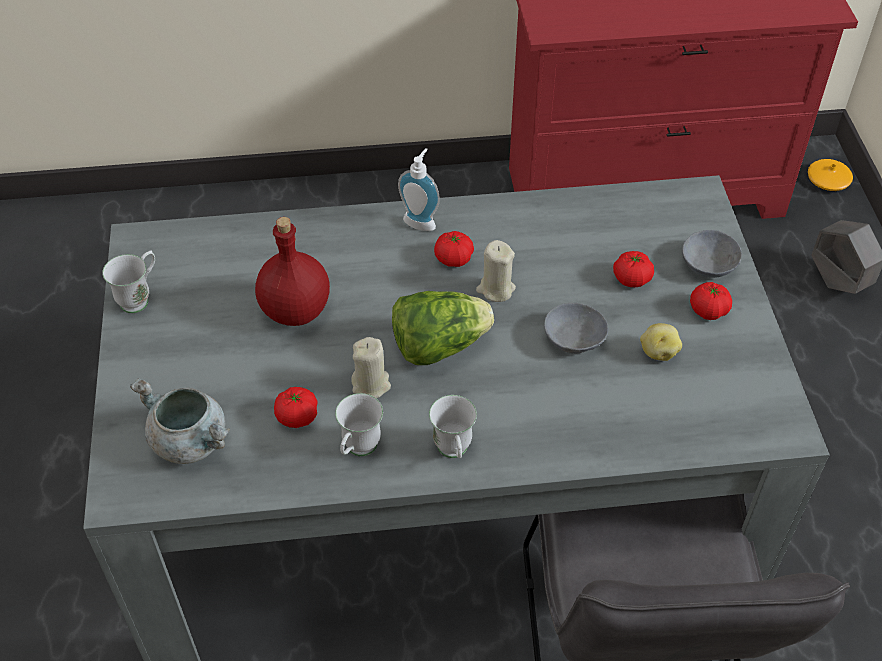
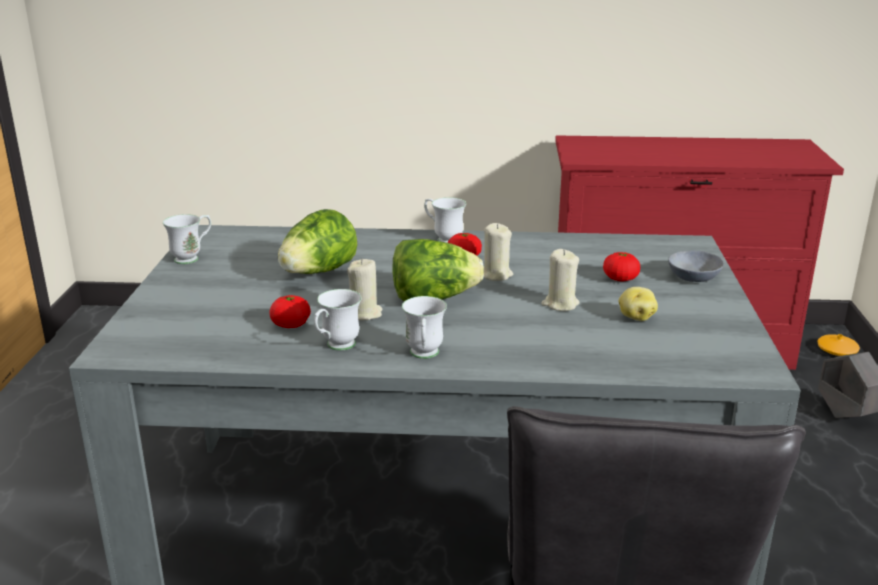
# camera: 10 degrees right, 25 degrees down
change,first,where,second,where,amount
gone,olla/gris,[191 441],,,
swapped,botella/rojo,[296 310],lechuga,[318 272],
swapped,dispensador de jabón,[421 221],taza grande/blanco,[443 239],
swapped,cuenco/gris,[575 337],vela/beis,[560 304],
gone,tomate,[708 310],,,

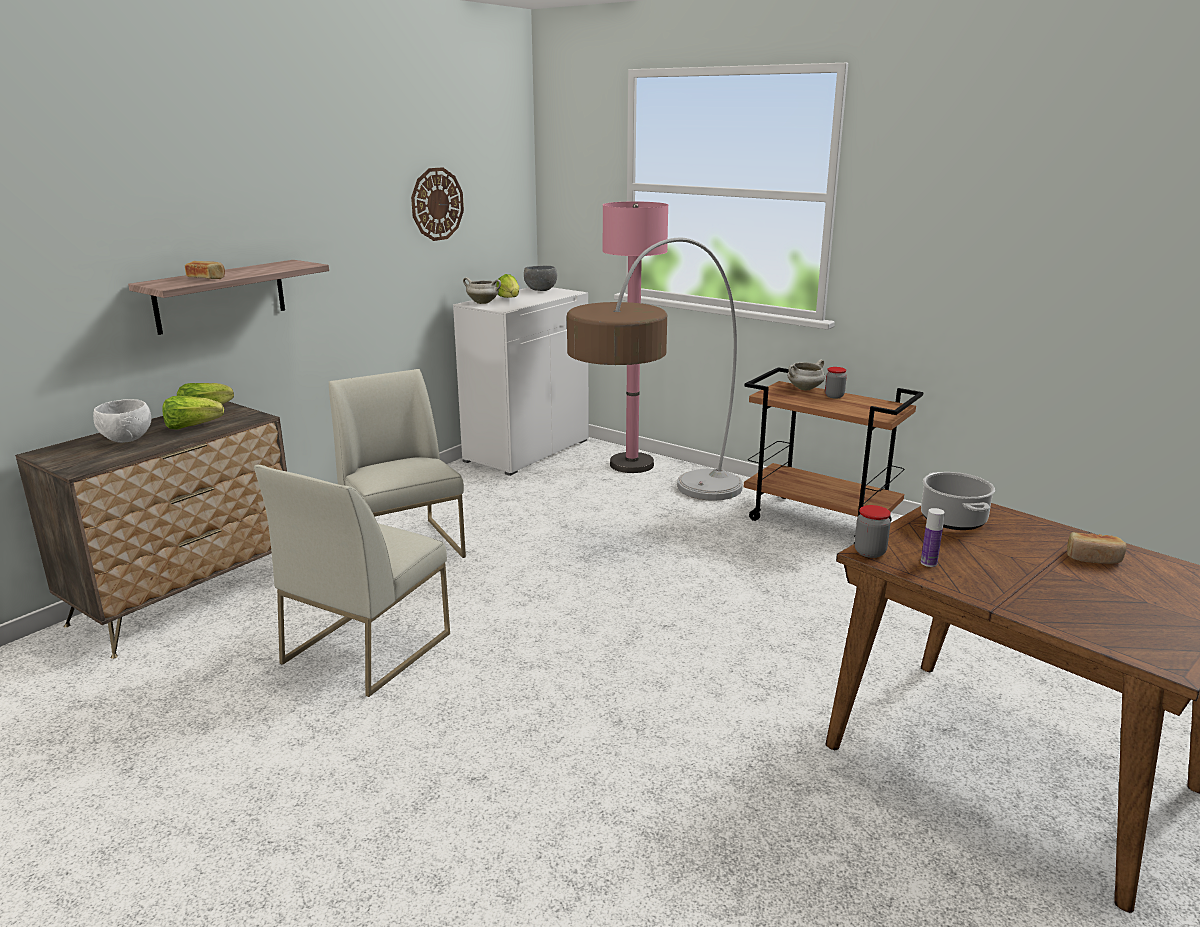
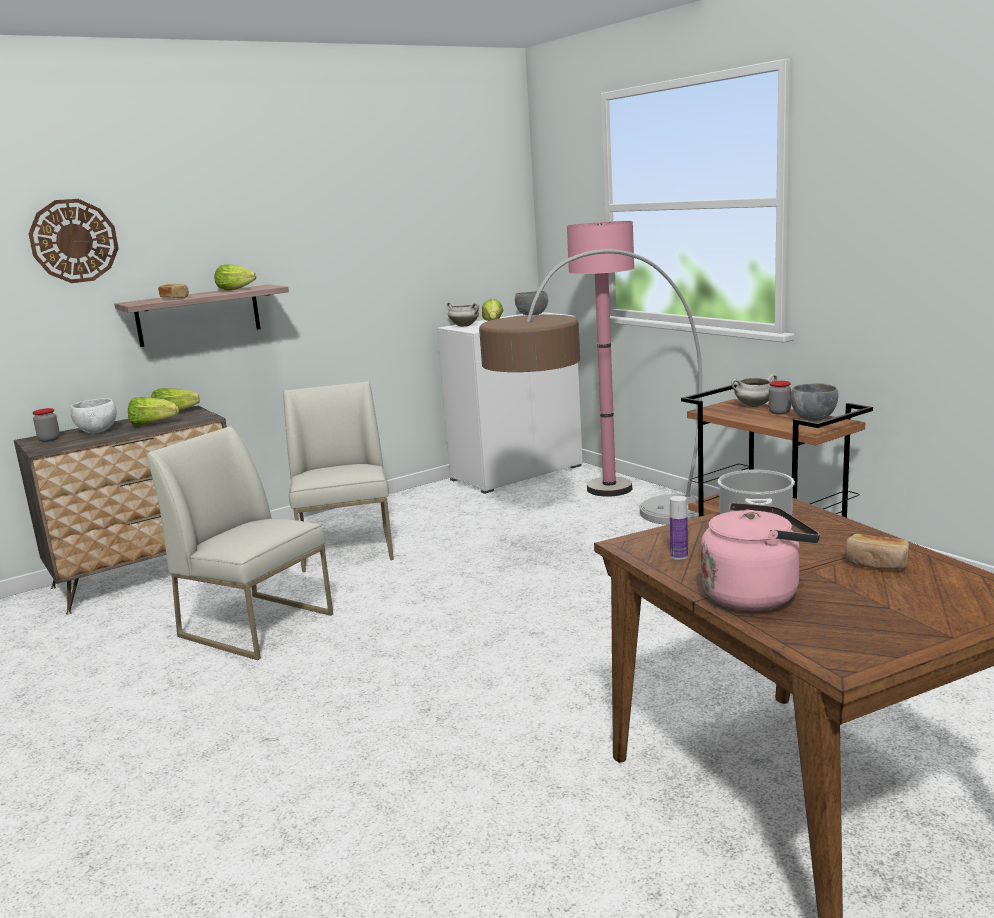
# camera: 20 degrees right, 5 degrees down
change,first,where,second,where,amount
rotated,silla/blanco,[367 647],,[258 625],75 degrees clockwise
shifted,reloj de pared,[437 204],,[74 241],
shifted,tarro,[869 552],,[49 439],
new,,,lechuga,[237 289],
new,,,hervidor/rosa,[755 595],
new,,,cuenco/gris,[813 419],

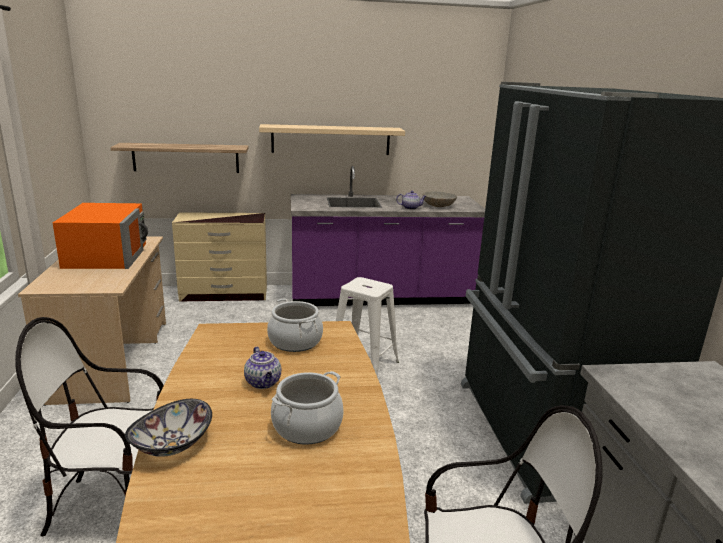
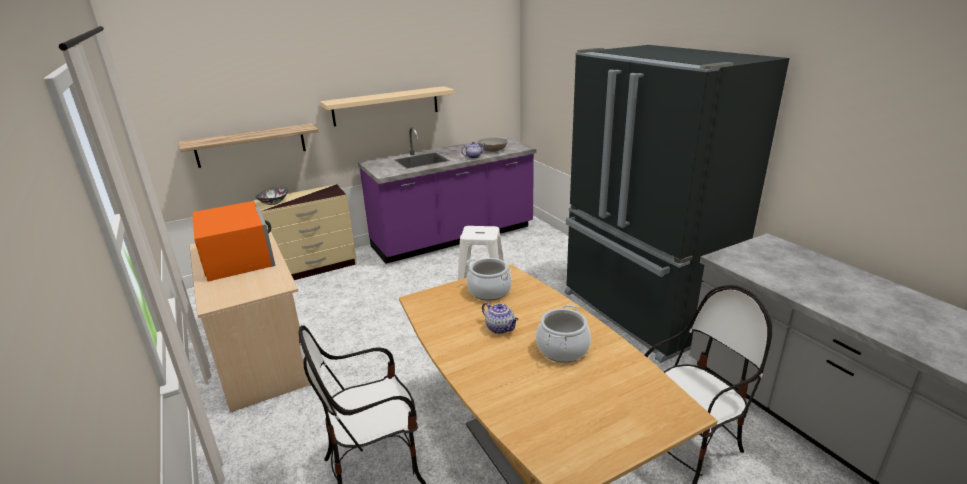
# camera: 20 degrees left, 5 degrees up
change,first,where,second,where,amount
shifted,cuenco,[172 445],,[274 202],

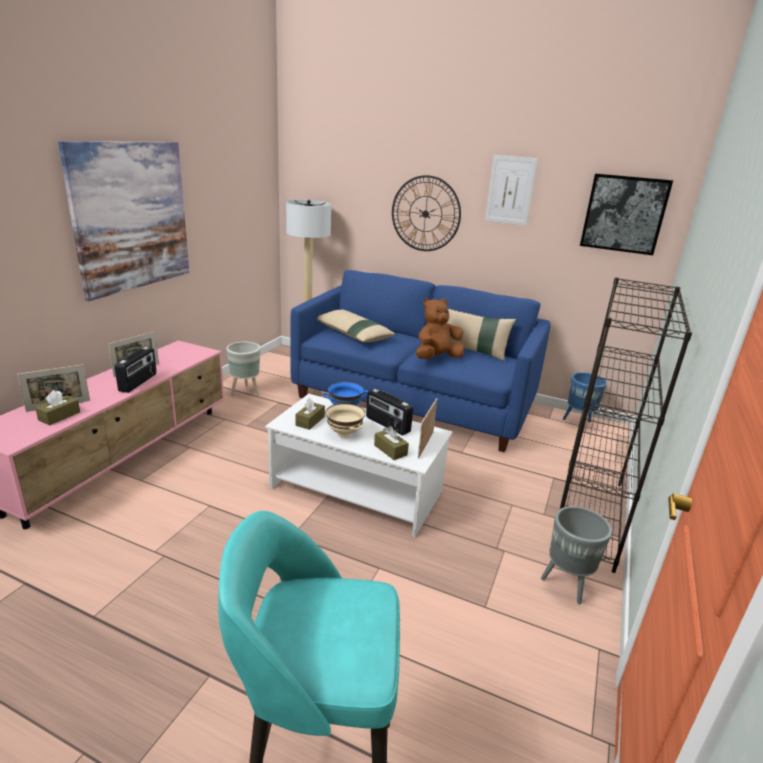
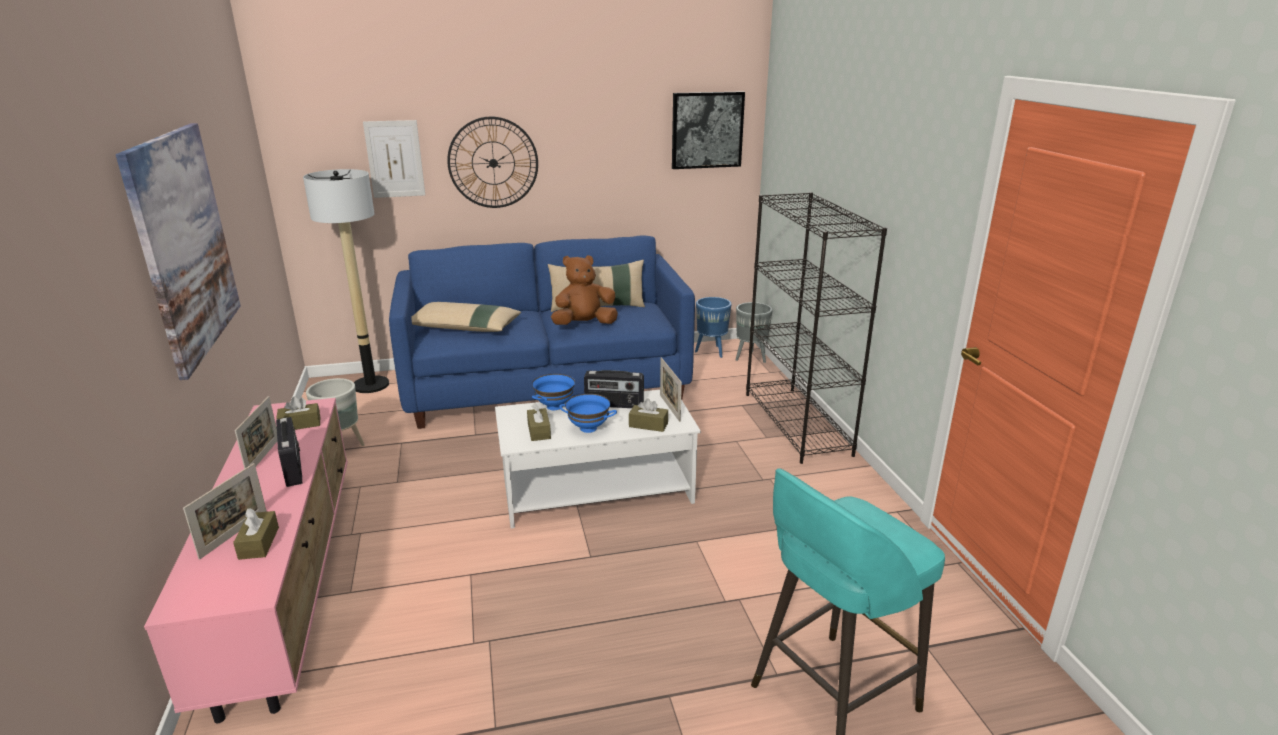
# camera: 35 degrees left, 0 degrees up
change,first,where,second,where,amount
repainted,cuenco/beis,[344 434],cuenco/azul,[588 428],
rotated,peluche/marrón,[436 358],,[584 324],45 degrees clockwise
shifted,cuadro,[510 190],,[395 159],
shifted,maceta/gris,[567 585],,[751 358],
new,,,caja de pañuelos/marrón,[300 424],

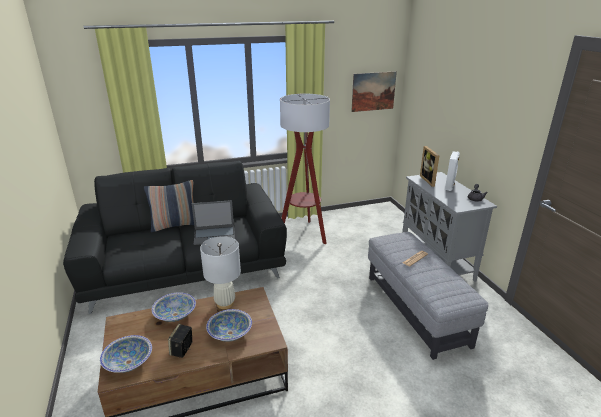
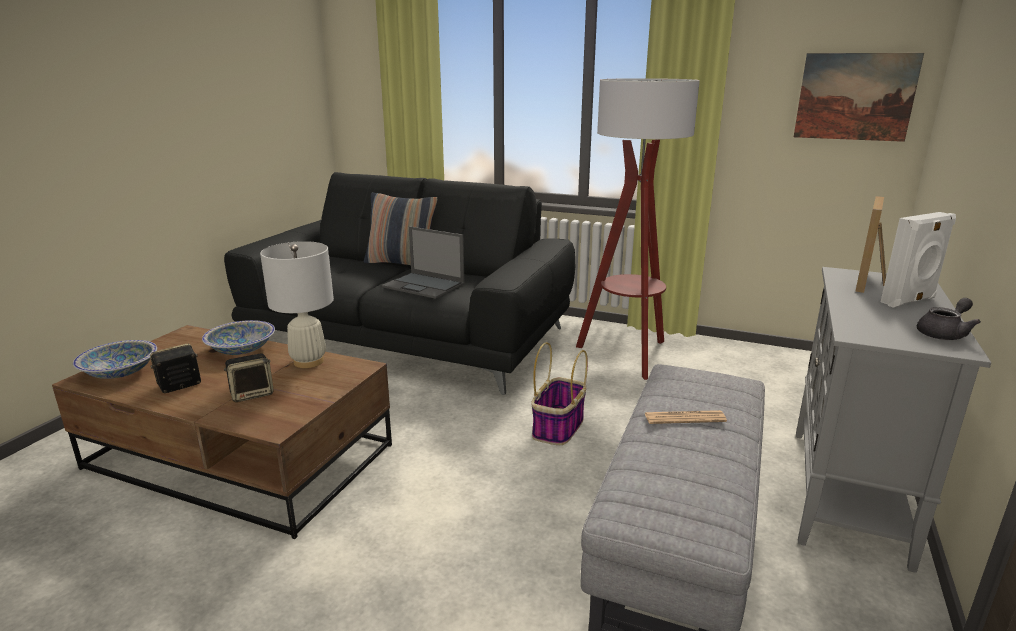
# camera: 40 degrees right, 5 degrees down
change,first,where,second,where,amount
swapped,cuenco,[230 333],altavoz,[252 394],
new,,,cesta,[558 428],

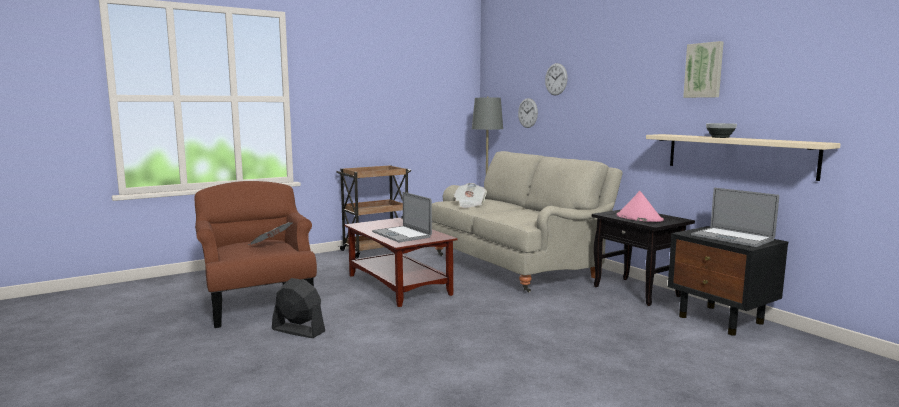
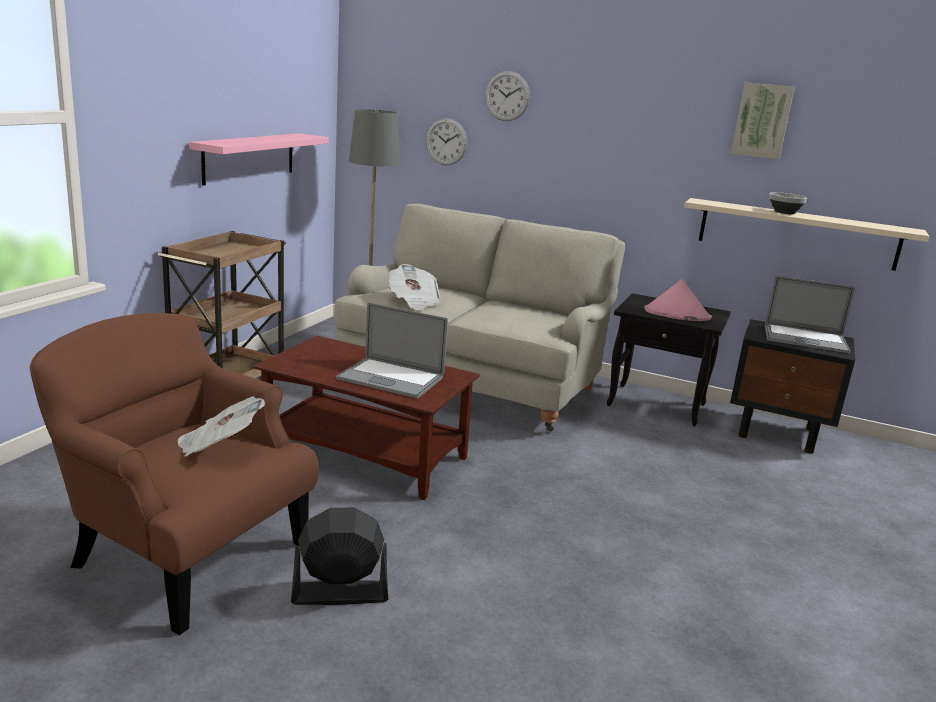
# camera: 35 degrees left, 10 degrees up
change,first,where,second,where,amount
new,,,estante/rosa,[249 157],

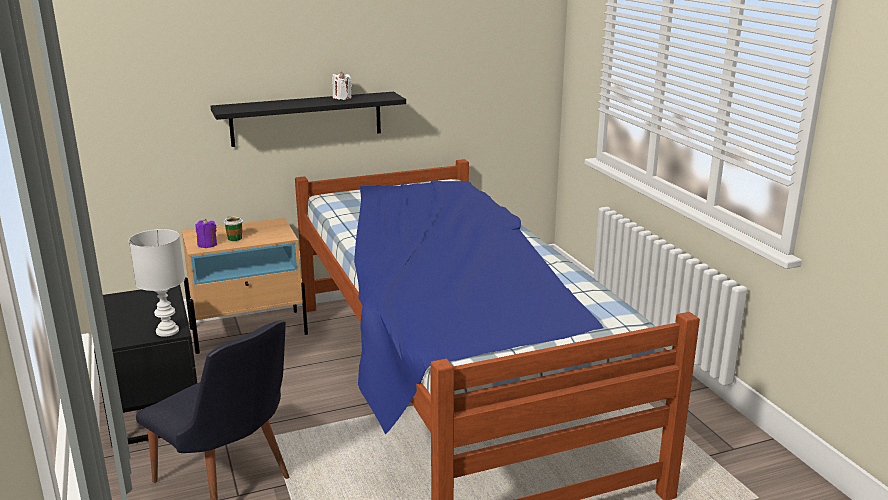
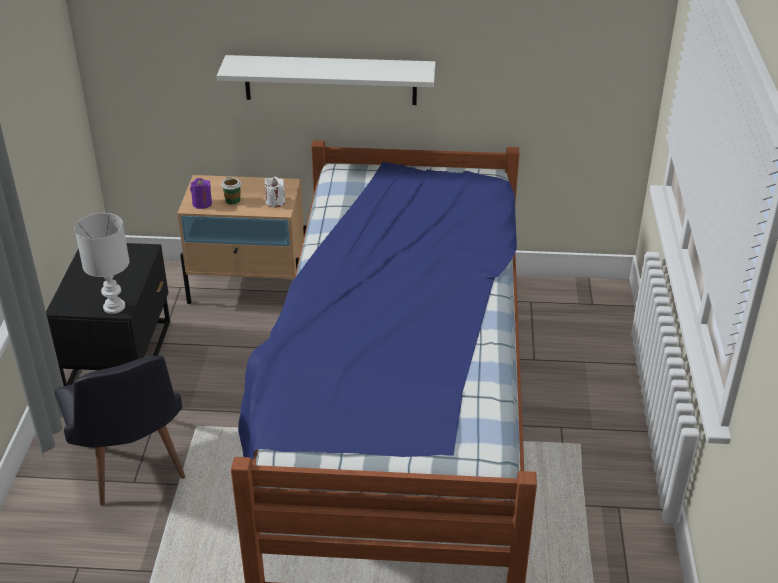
# camera: 25 degrees right, 15 degrees up
change,first,where,second,where,amount
repainted,estante/negro,[306 119],estante/blanco,[330 80],
shifted,vela/blanco,[342 98],,[275 202],

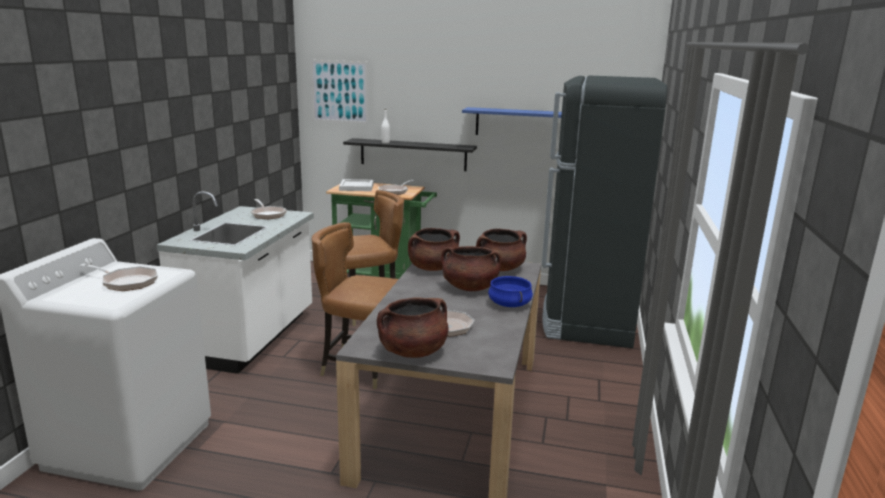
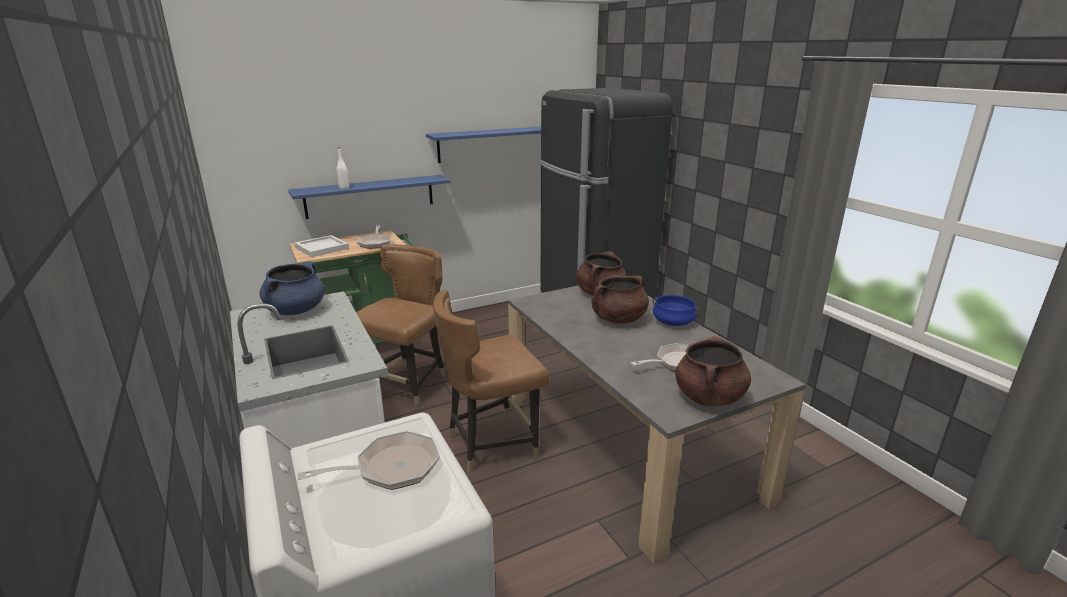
# camera: 40 degrees left, 5 degrees up
change,first,where,second,where,amount
swapped,sartén,[268 214],olla/azul,[296 310],
gone,cuadro,[339 91],,,
repainted,estante/negro,[413 154],estante/azul,[370 196],
gone,olla/marrón,[433 268],,,

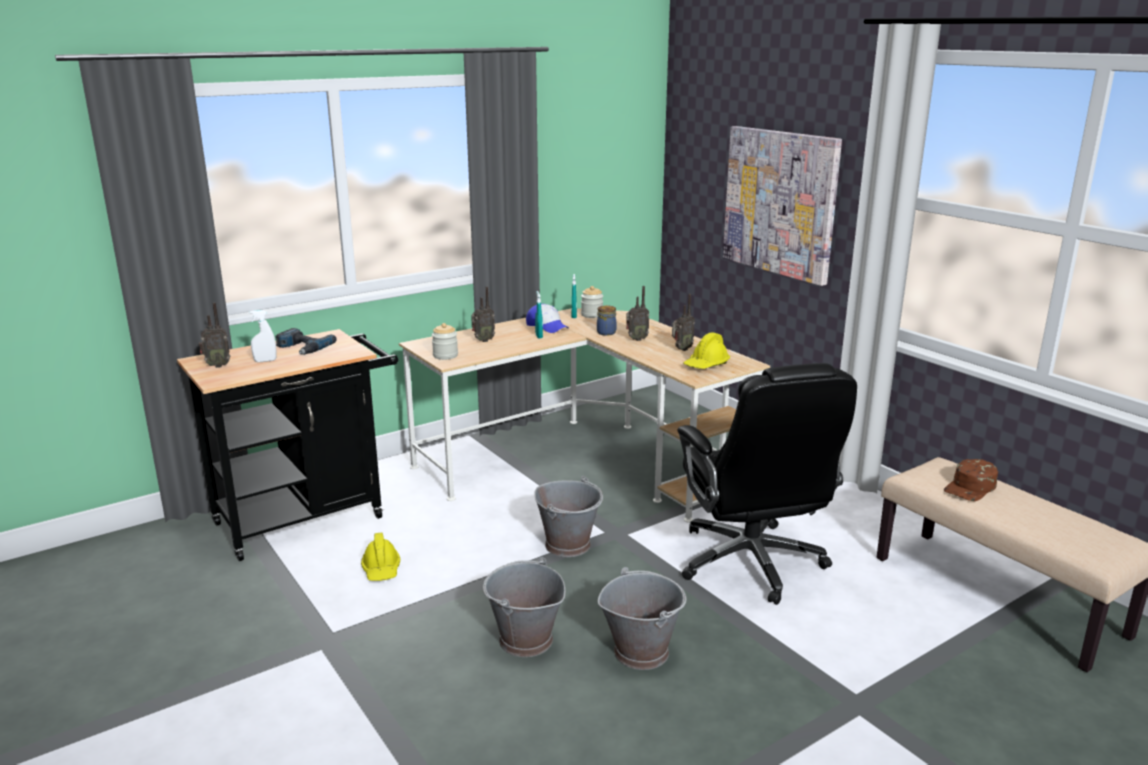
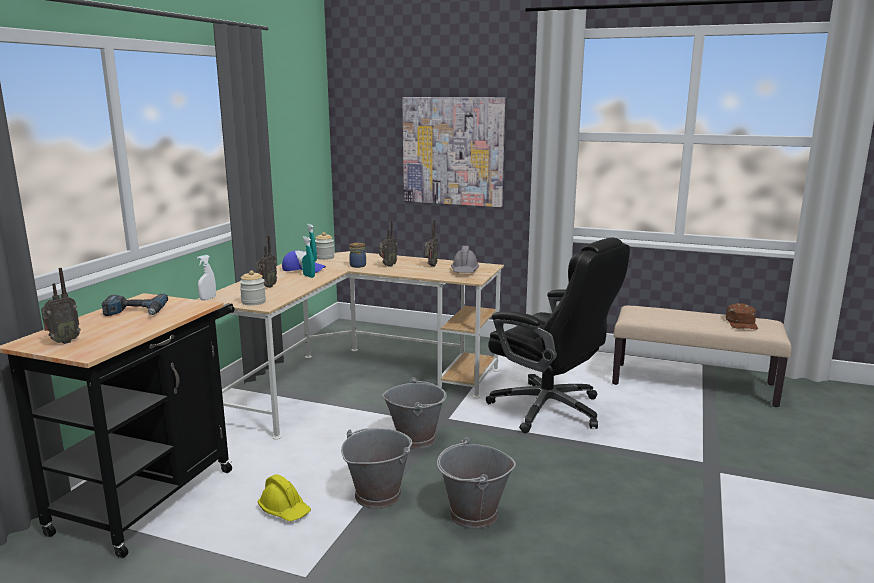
# camera: 35 degrees left, 5 degrees down
change,first,where,second,where,amount
shifted,pulverizador/blanco,[265 361],,[208 298],
shifted,cubo/gris,[641 651],,[377 495],
repainted,casco/amarillo,[706 365],casco/gris,[465 271],
shifted,gorra/marrón,[970 488],,[742 323],

